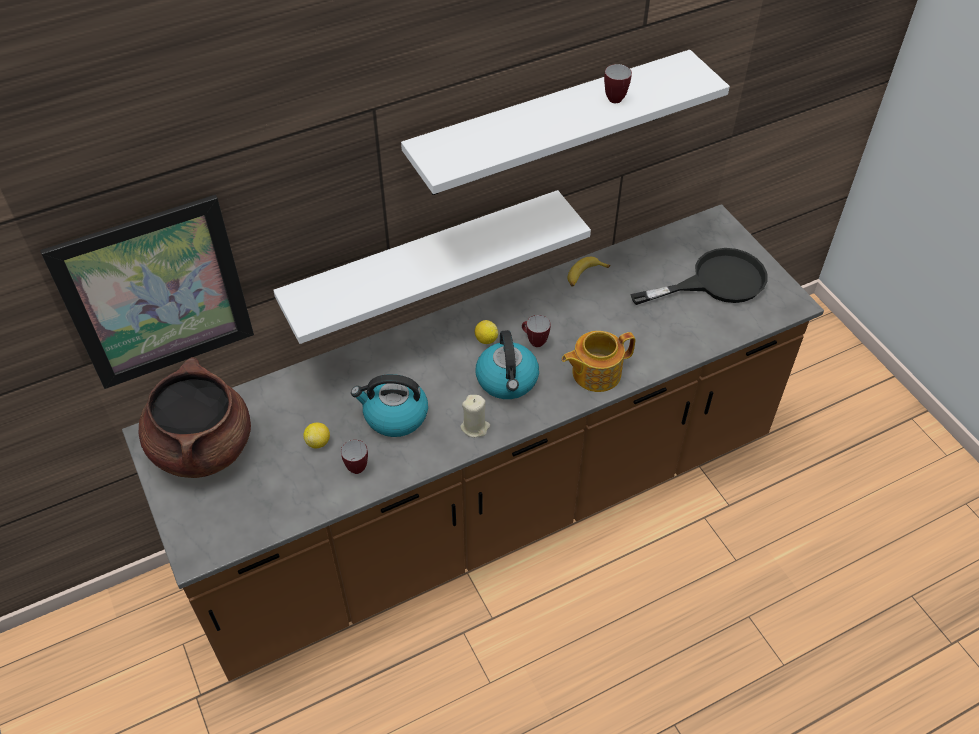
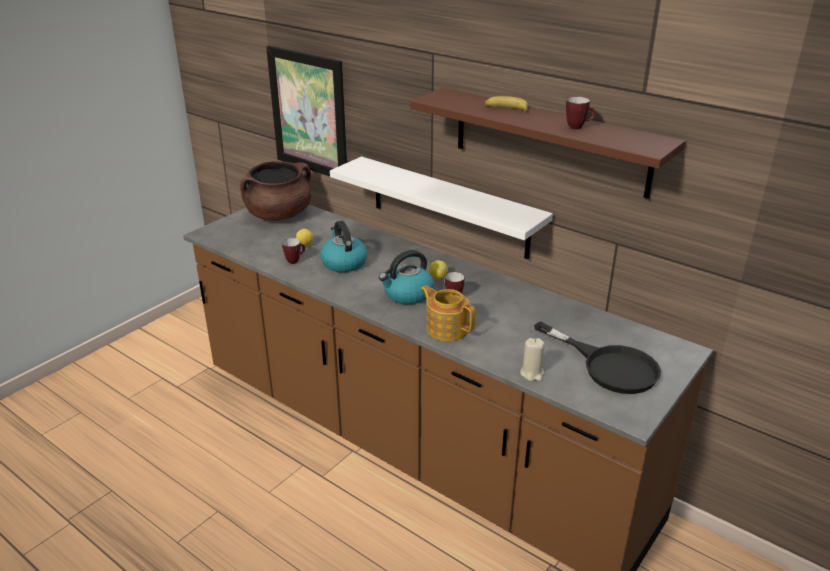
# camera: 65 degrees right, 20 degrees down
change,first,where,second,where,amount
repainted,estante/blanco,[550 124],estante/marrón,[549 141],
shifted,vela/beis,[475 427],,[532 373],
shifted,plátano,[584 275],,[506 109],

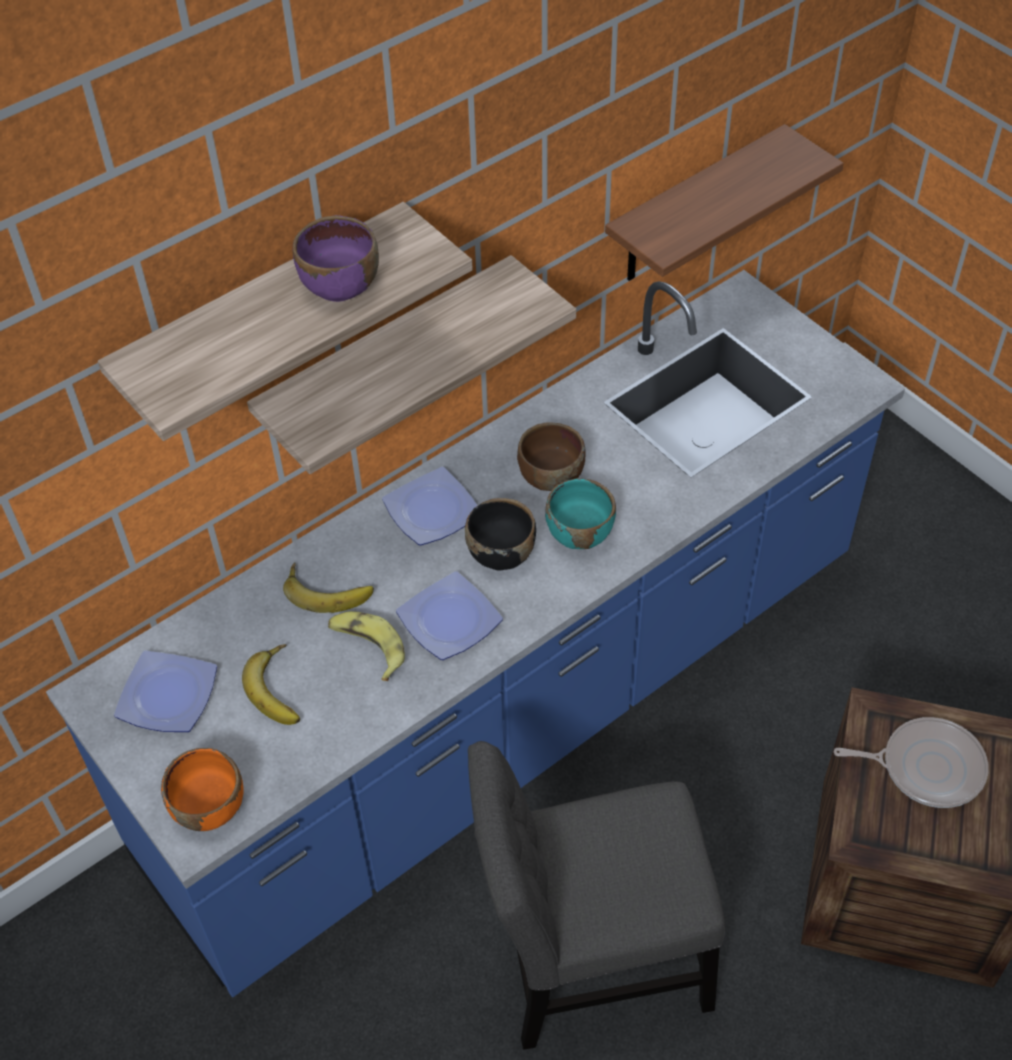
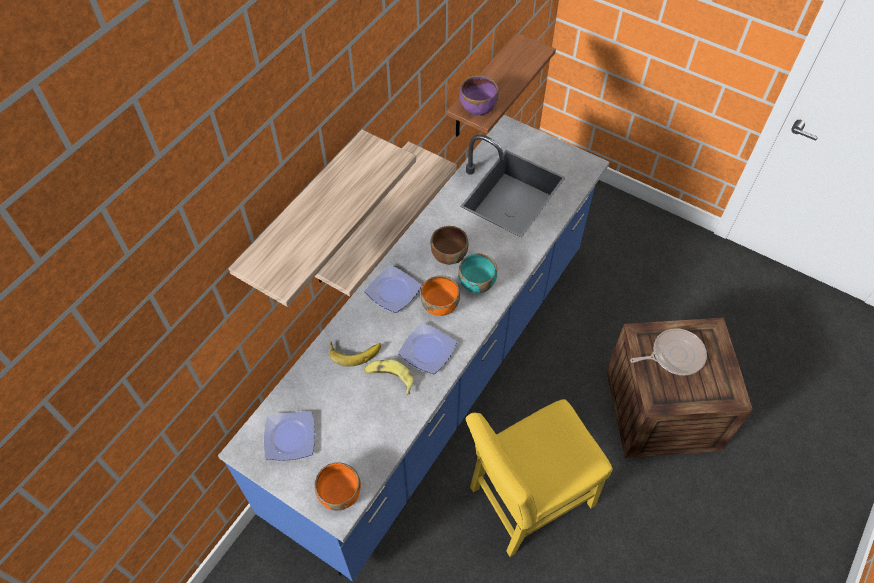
# camera: 20 degrees left, 5 degrees up
change,first,where,second,where,amount
gone,plátano,[281 689],,,
shifted,cuenco/morado,[340 286],,[478 108],
repainted,cuenco/negro,[501 553],cuenco/naranja,[440 305],
repainted,silla/gris,[590 963],silla/amarillo,[526 501],

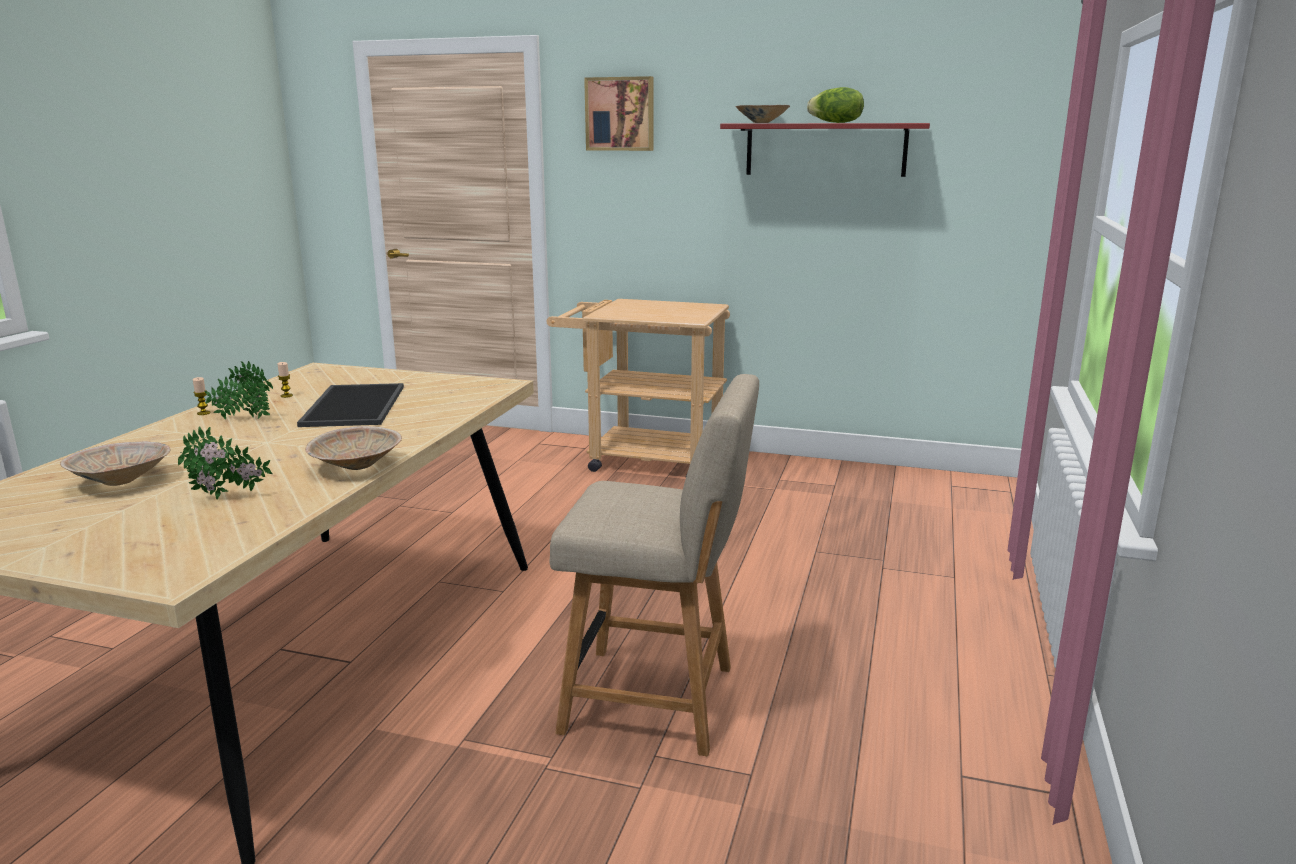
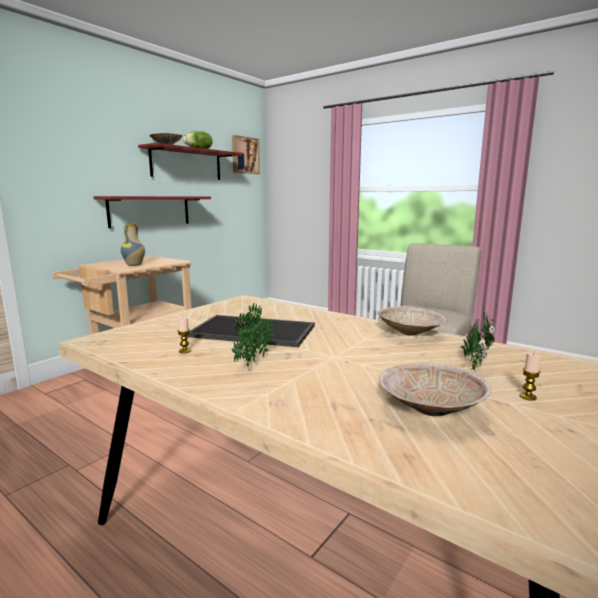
# camera: 70 degrees left, 5 degrees down
change,first,where,second,where,amount
shifted,vela,[203 413],,[527 396],
shifted,cuadro,[620 114],,[244 155],
new,,,estante/rojo,[150 211],
new,,,florero,[134 265],

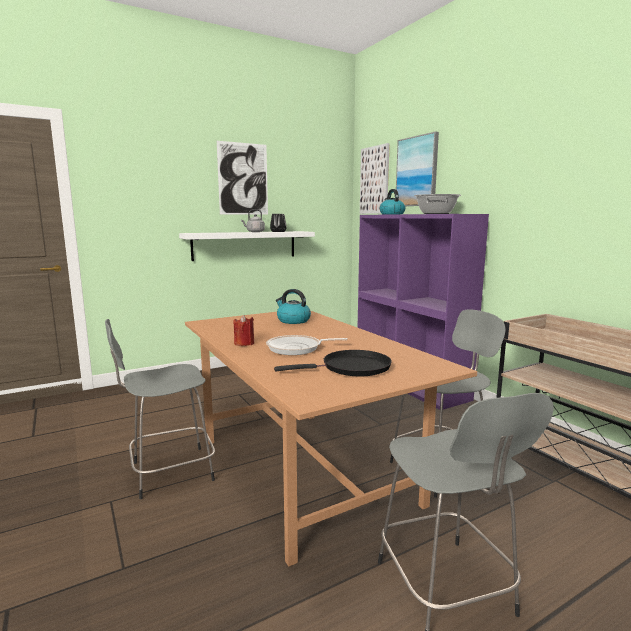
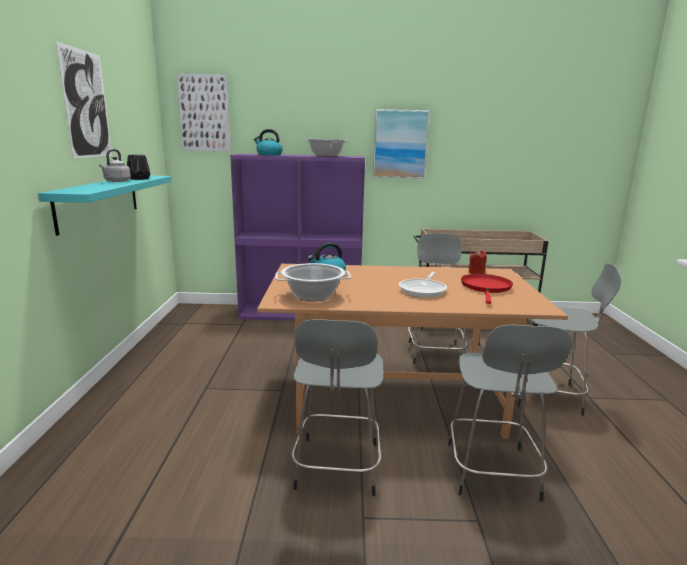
# camera: 60 degrees left, 5 degrees up
change,first,where,second,where,amount
repainted,estante/blanco,[245 245],estante/turquesa,[99 201],
shifted,vela/rojo,[244 343],,[476 272],
repainted,sartén/negro,[351 368],sartén/rojo,[486 288],
shifted,cuadro,[417 171],,[400 144],
new,,,olla,[313 295],
new,,,taburete/gris,[492 473],

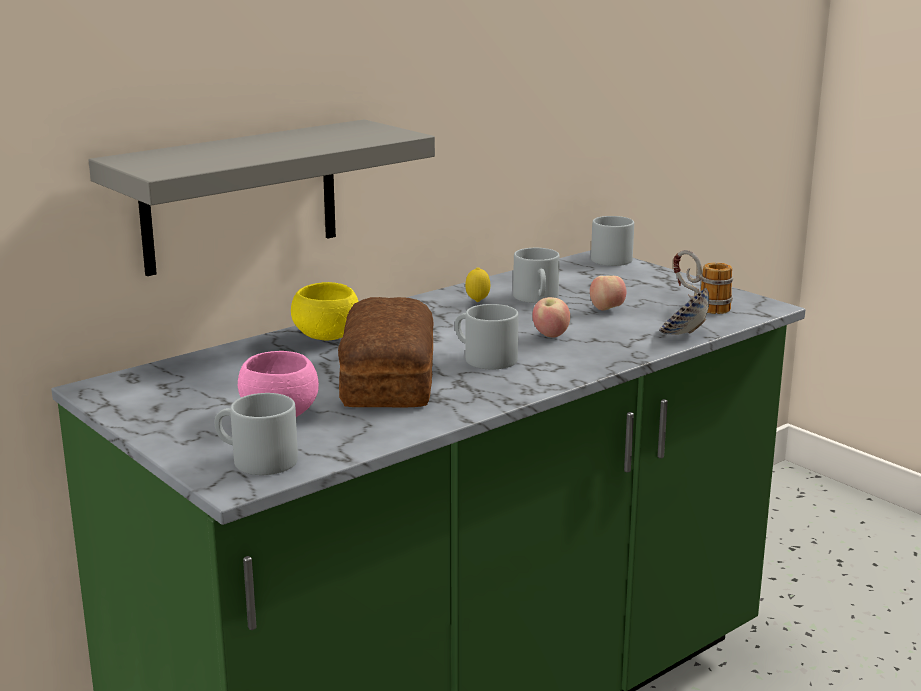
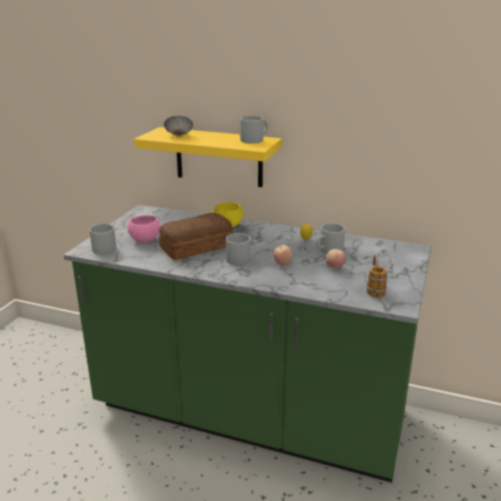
# camera: 60 degrees right, 5 degrees up
change,first,where,second,where,amount
repainted,estante/gris,[240 197],estante/amarillo,[219 157],
shifted,taza grande/gris,[608 258],,[254 139],
shifted,cuenco,[683 334],,[179 136],

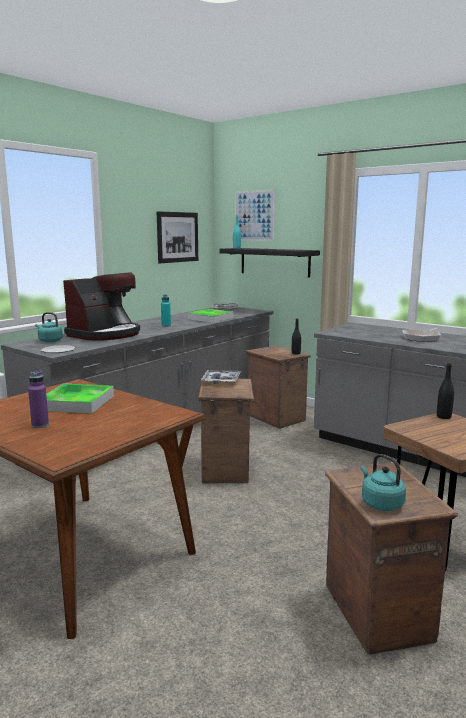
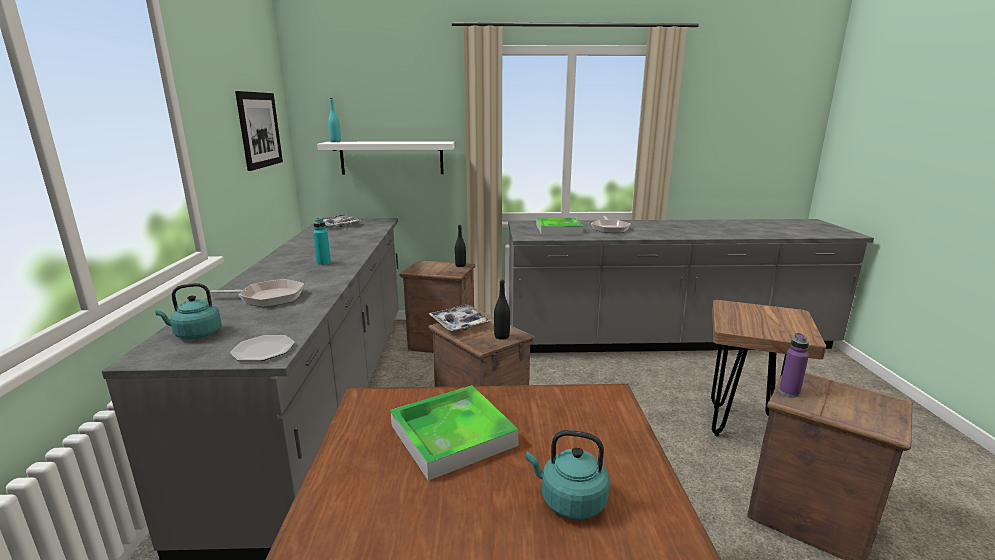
# camera: 40 degrees left, 5 degrees up
change,first,where,second,where,amount
shifted,botella/morado,[40 425],,[789 392],
swapped,cafetera,[105 334],sartén,[268 297],
shifted,bandeja,[210 318],,[558 229],
repainted,estante/negro,[274 262],estante/blanco,[392 158],
gone,cuadro,[254 215],,,
shifted,hervidor/turquesa,[380 503],,[569 501],
shifted,botella/negro,[443 417],,[501 336],

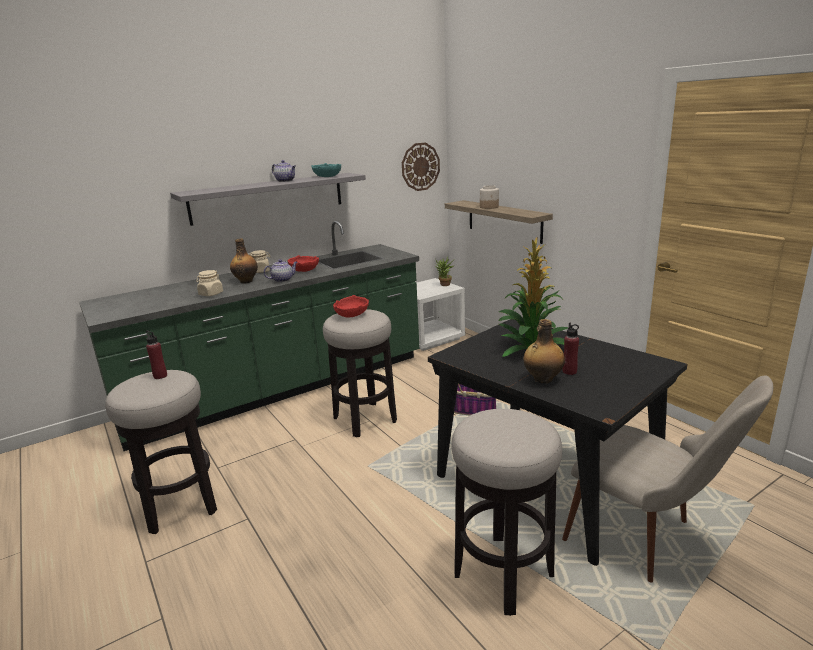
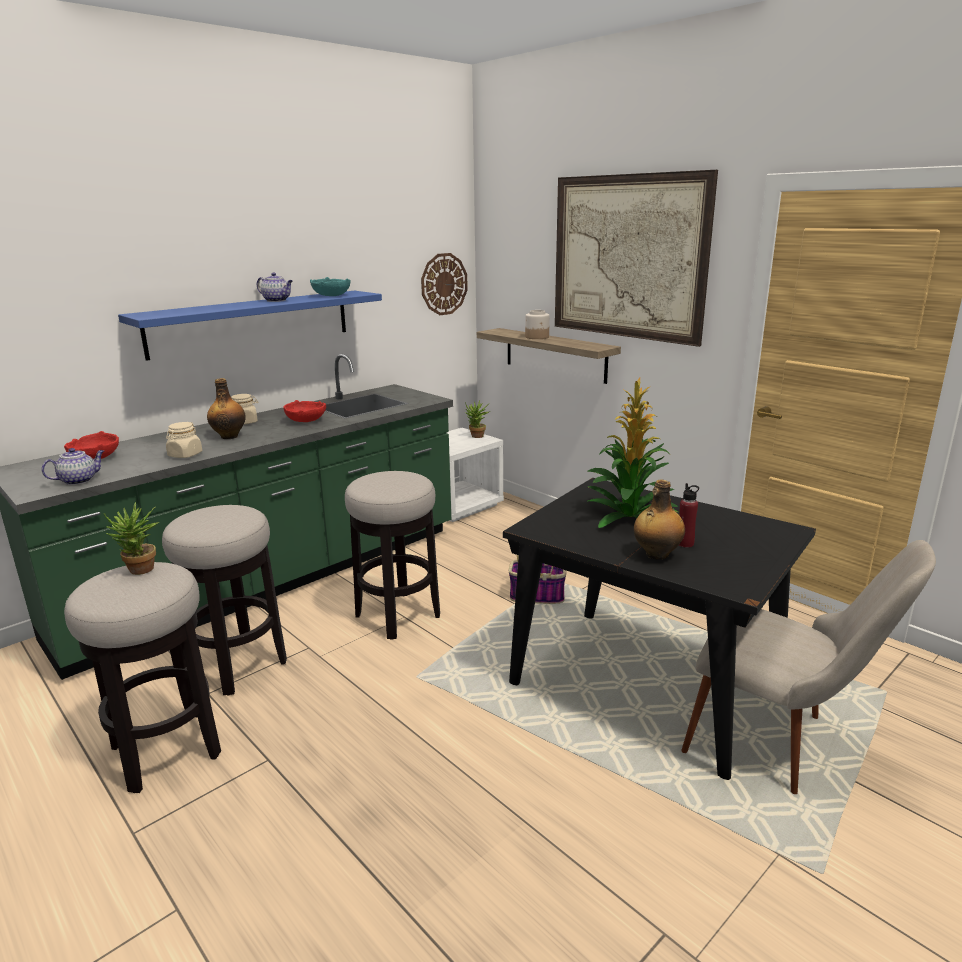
# camera: 10 degrees left, 0 degrees up
change,first,where,second,where,amount
swapped,botella/rojo,[160 376],planta en maceta,[140 571],
repainted,estante/gris,[268 198],estante/azul,[252 323],
shifted,tetera,[283 280],,[79 480],
shifted,cuenco/rojo,[351 315],,[94 458],
shifted,taburete,[503 574],,[238 666],
new,,,cuadro,[627 257],

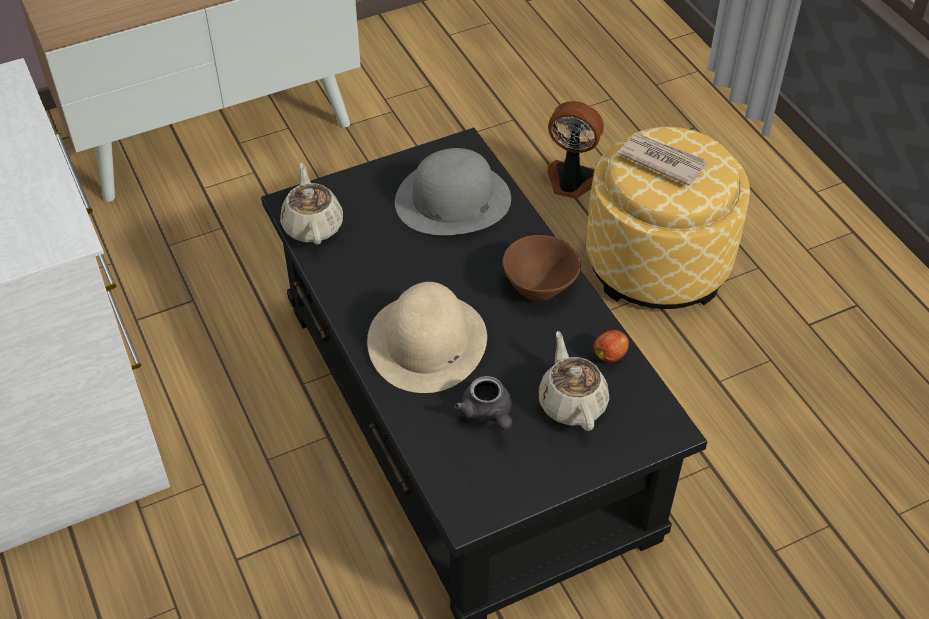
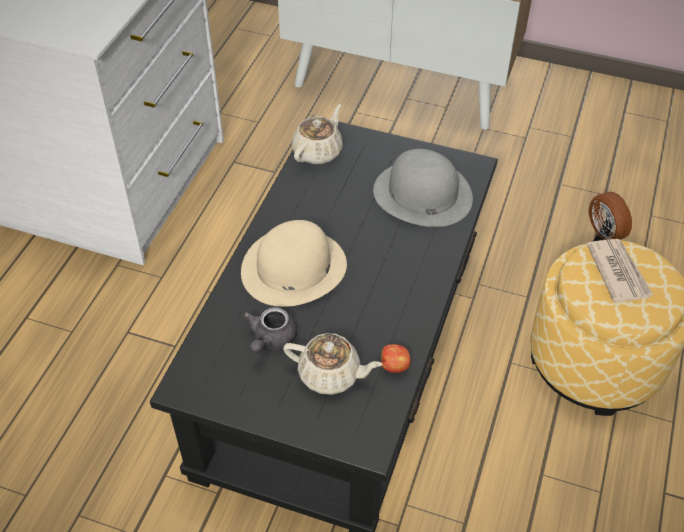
# camera: 45 degrees right, 0 degrees up
change,first,where,second,where,amount
gone,cuenco/marrón,[541 287],,,
rotated,tetera/beis,[572 402],,[331 374],75 degrees clockwise

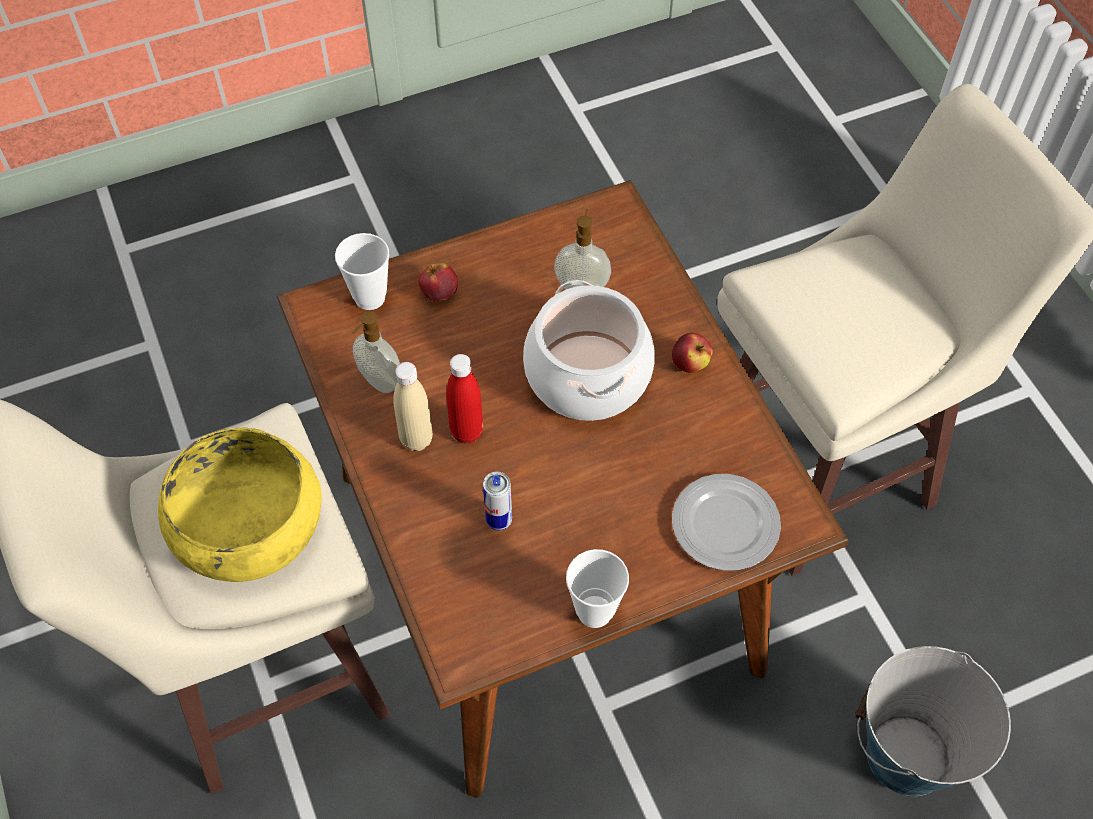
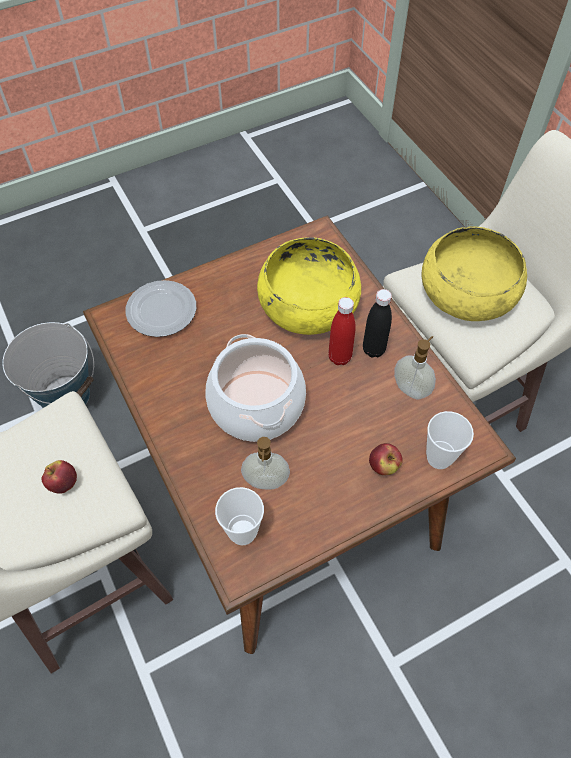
# camera: 175 degrees right, 0 degrees up
change,first,where,second,where,amount
repainted,botella/beis,[416 439],botella/negro,[373 349],
swapped,lata,[499 520],cuenco/amarillo,[308 303],
shifted,taza,[594 611],,[242 532],
shifted,manzana,[690 364],,[63 483],

